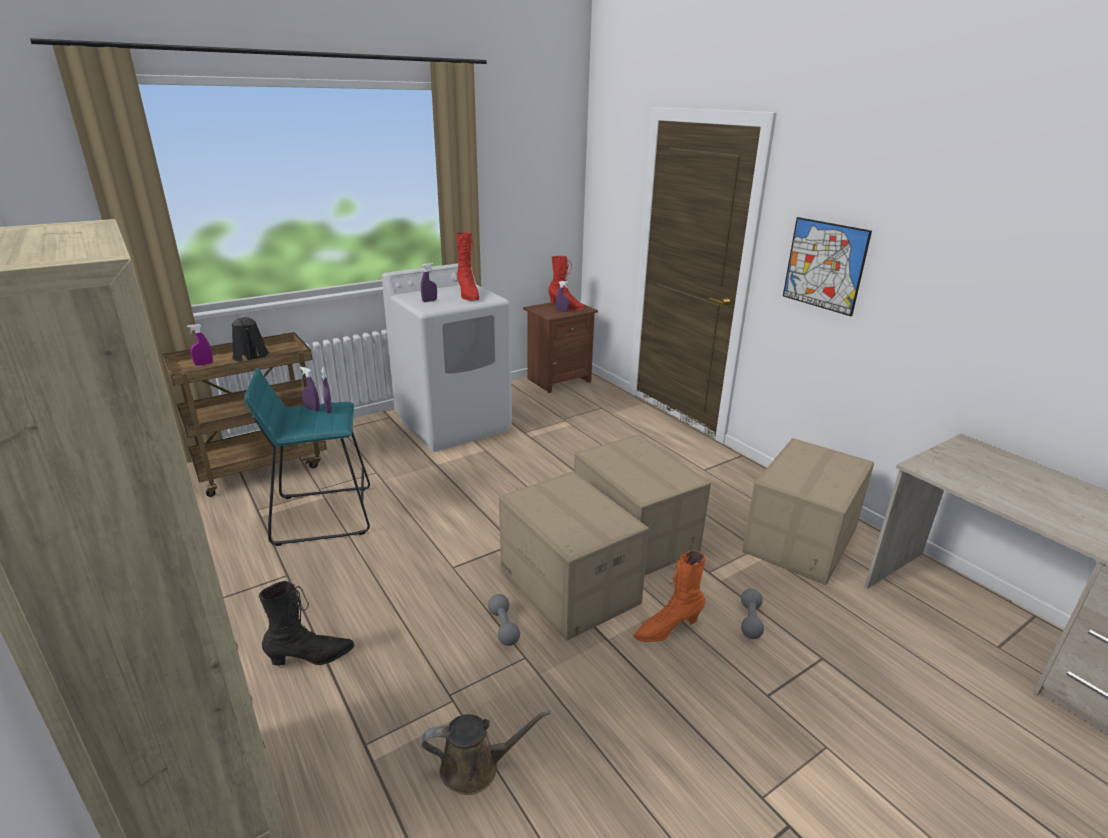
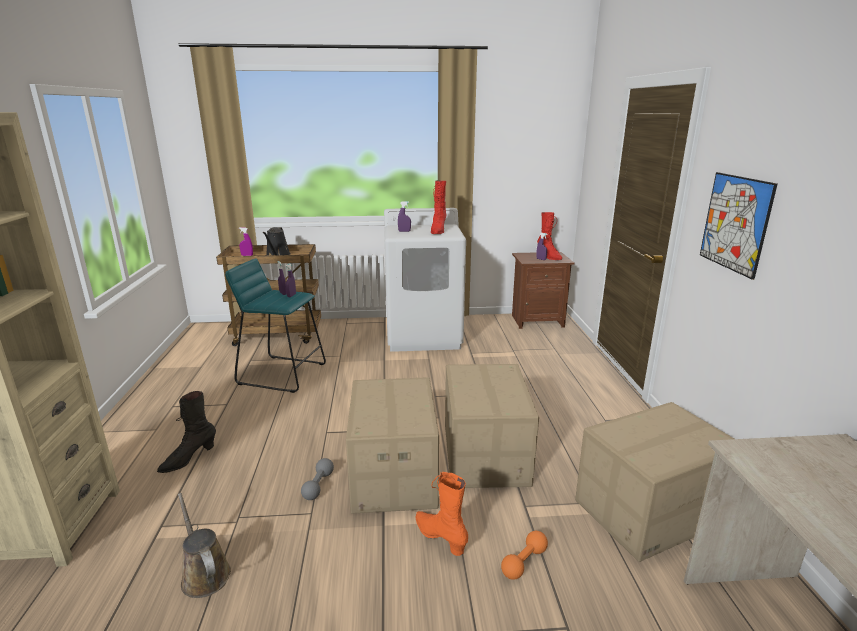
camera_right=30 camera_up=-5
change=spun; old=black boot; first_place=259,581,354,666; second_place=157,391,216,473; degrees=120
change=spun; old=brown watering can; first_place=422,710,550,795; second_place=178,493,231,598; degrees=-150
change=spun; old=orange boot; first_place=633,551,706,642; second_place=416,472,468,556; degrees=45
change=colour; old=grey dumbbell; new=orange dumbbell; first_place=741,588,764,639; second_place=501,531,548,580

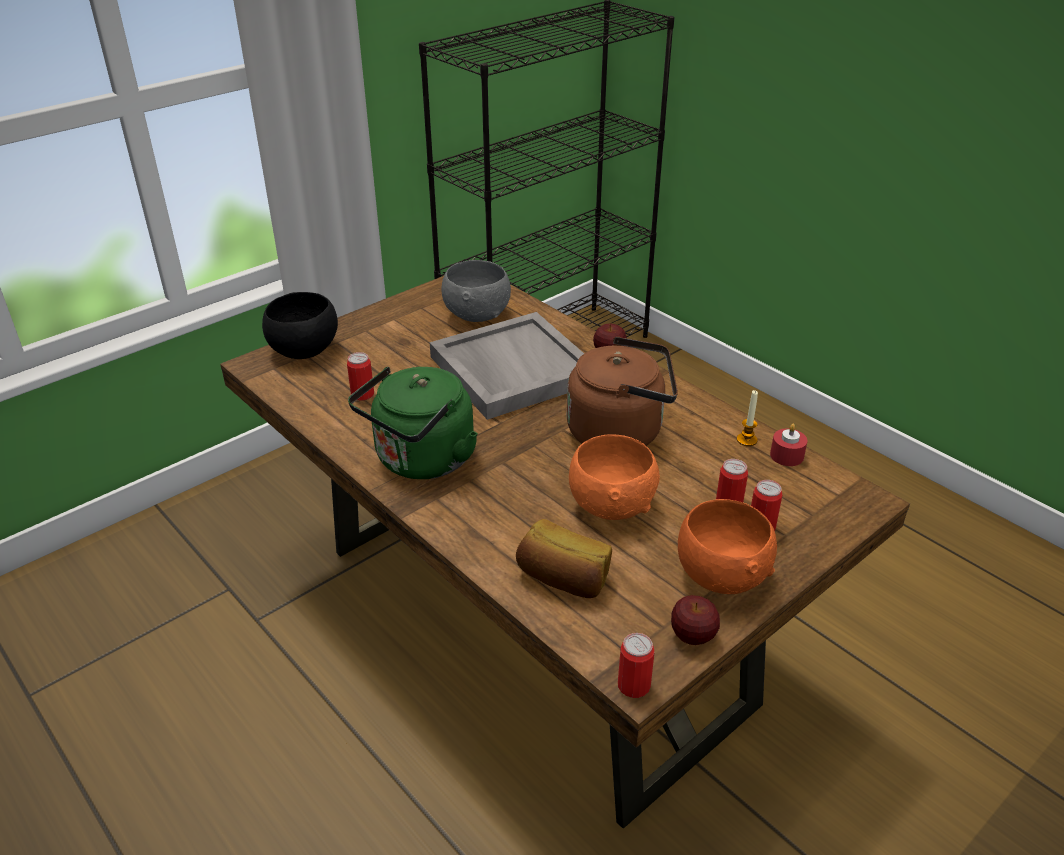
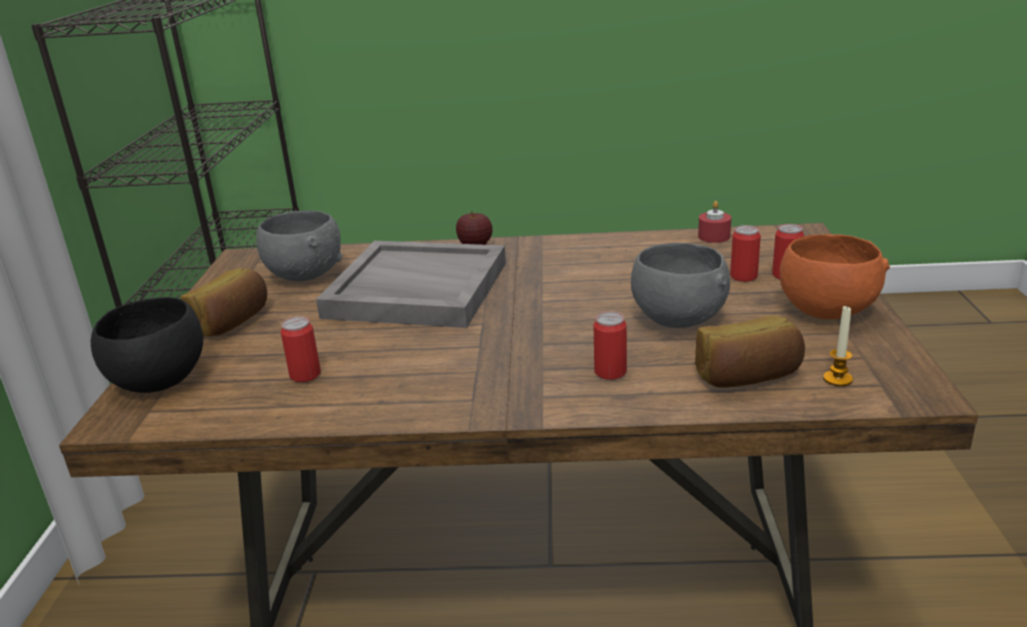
camera_right=-45 camera_up=-10
change=missing; old=green kettle; first_place=348,366,478,479
change=missing; old=brown kettle; first_place=567,337,678,446
change=colour; old=orange bowl; new=grey bowl; first_place=569,434,660,520; second_place=631,243,730,328
change=relocated; old=can; first_place=618,633,655,698; second_place=594,311,627,380
change=missing; old=apple; first_place=671,595,720,645
change=relocated; old=candle; first_place=737,390,758,446; second_place=823,305,853,386
change=appeared; new=bread; second_place=180,268,267,336

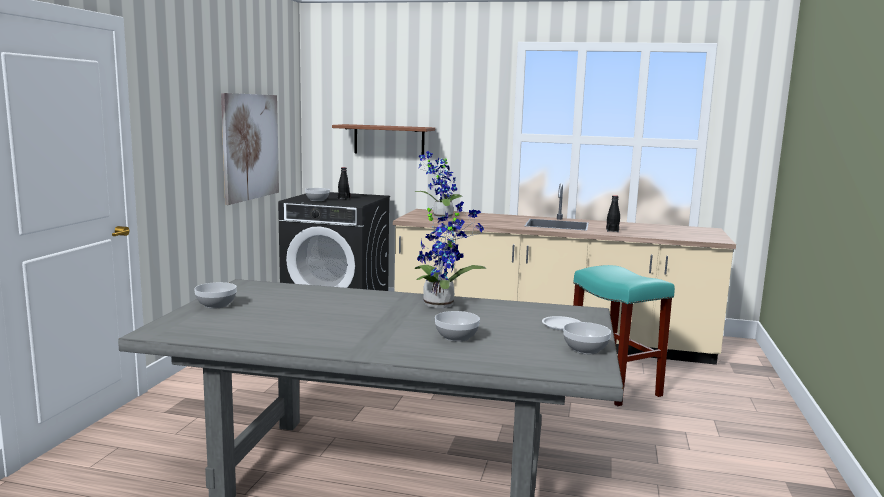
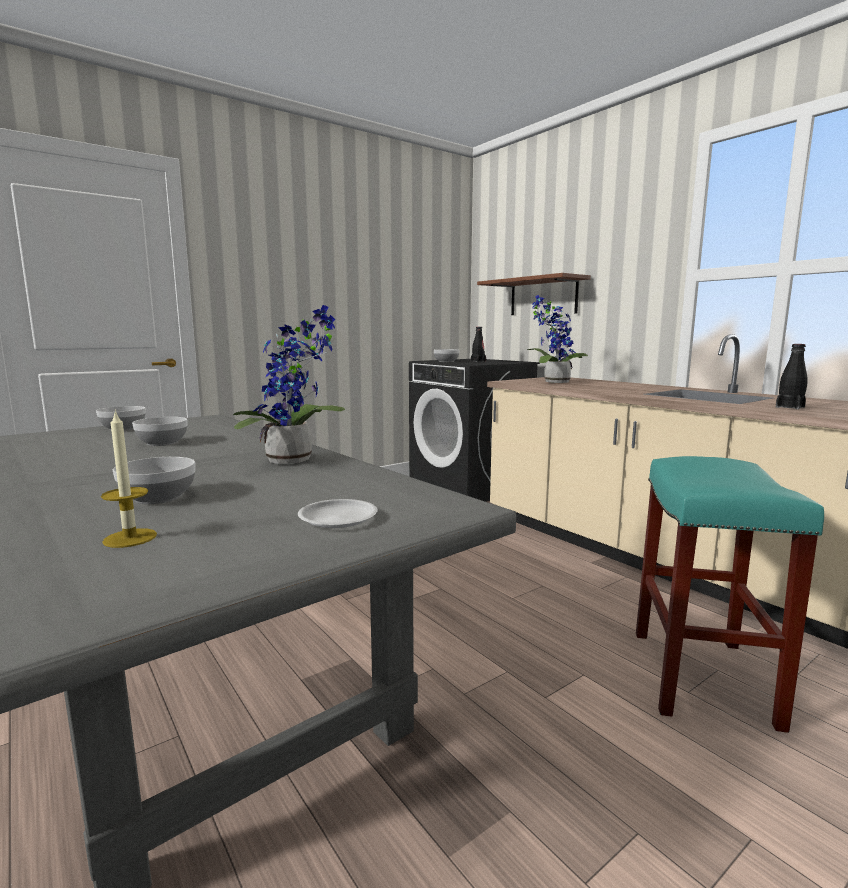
camera_right=40 camera_up=0
change=missing; old=picture; first_place=221,93,279,205
change=relocated; old=bowl; first_place=563,322,611,354; second_place=132,417,188,446
change=appeared; new=candle; second_place=101,410,157,548

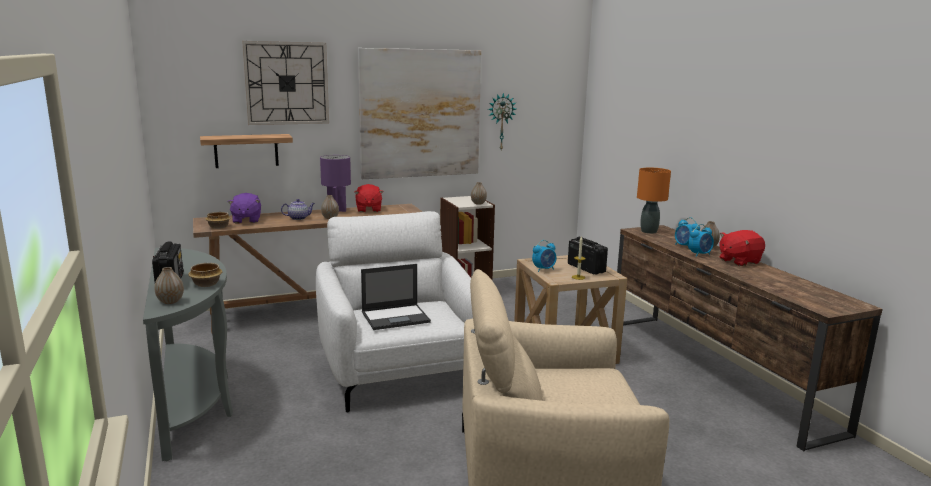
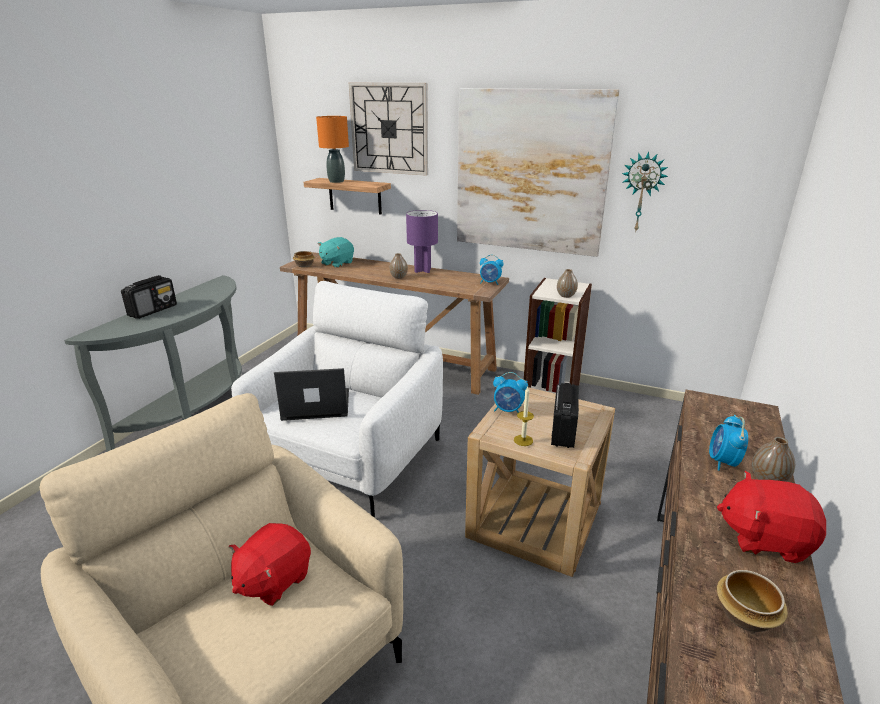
camera_right=45 camera_up=10
change=missing; old=vase; first_place=154,267,184,304
change=relocated; old=bowl; first_place=188,263,222,287; second_place=717,570,788,632
change=colour; old=purple plush toy; new=turquoise plush toy; first_place=228,193,261,224; second_place=318,237,354,268
change=missing; old=teapot; first_place=281,199,315,220
change=relocated; old=red plush toy; first_place=354,184,383,212; second_place=229,523,311,606
change=spun; old=laptop; first_place=361,264,431,330; second_place=274,368,349,421; degrees=150
change=relocated; old=orange table lamp; first_place=637,168,671,234; second_place=316,116,349,183
change=relocated; old=alarm clock; first_place=689,224,714,257; second_place=480,255,503,285

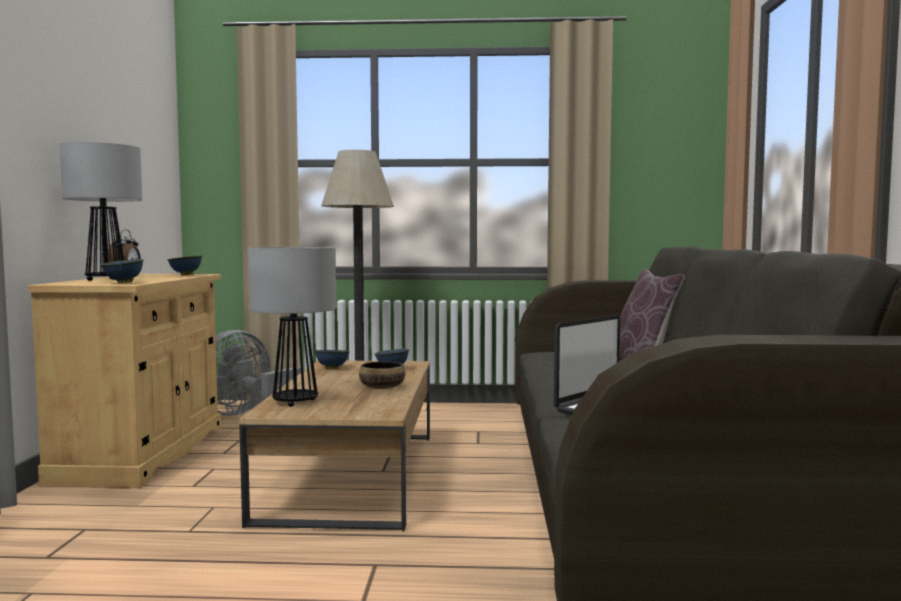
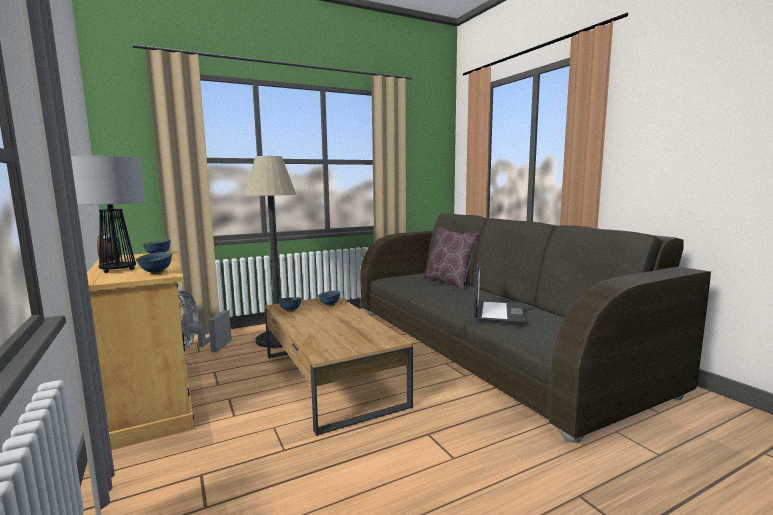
camera_right=-30 camera_up=5
change=missing; old=table lamp; first_place=248,247,336,407
change=missing; old=bowl; first_place=359,362,405,389

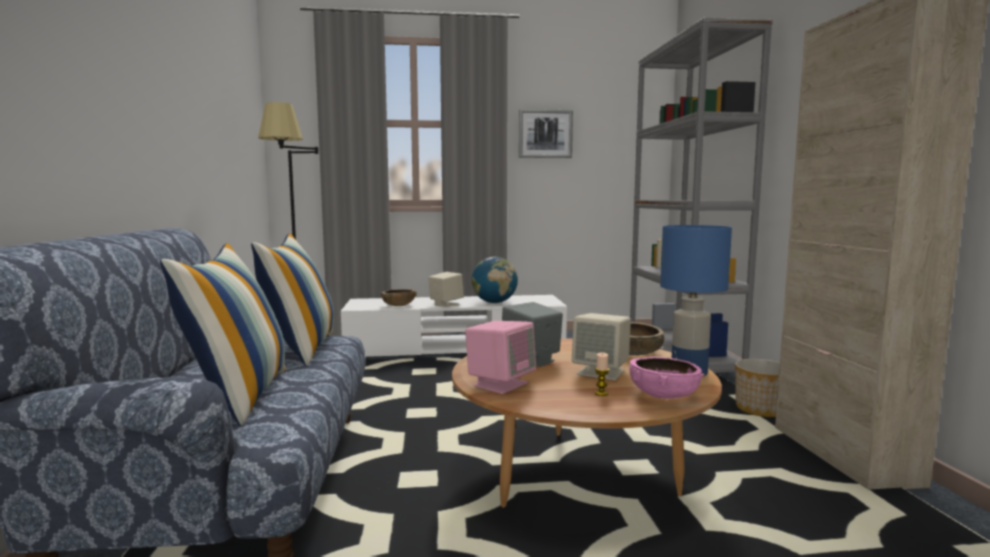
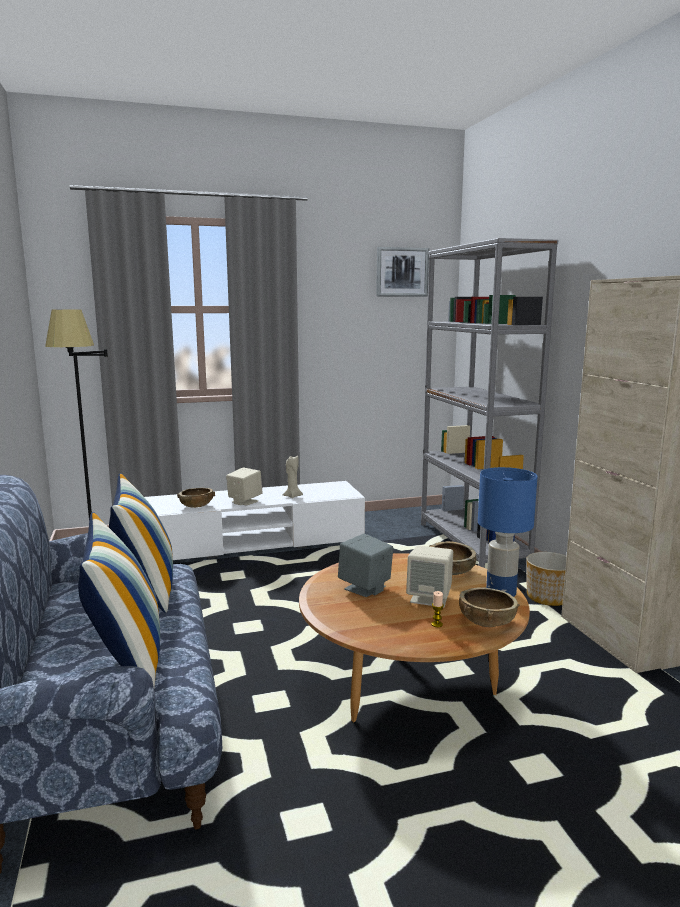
camera_right=-10 camera_up=5
change=missing; old=pink speaker; first_place=465,321,536,394
change=exchanged; old=globe; new=beige candle; first_place=471,257,518,303; second_place=283,456,303,498
change=relocated; old=picture; first_place=519,109,573,158; second_place=376,247,429,297
change=colour; old=pink bowl; new=brown bowl; first_place=629,357,705,399; second_place=459,587,520,627

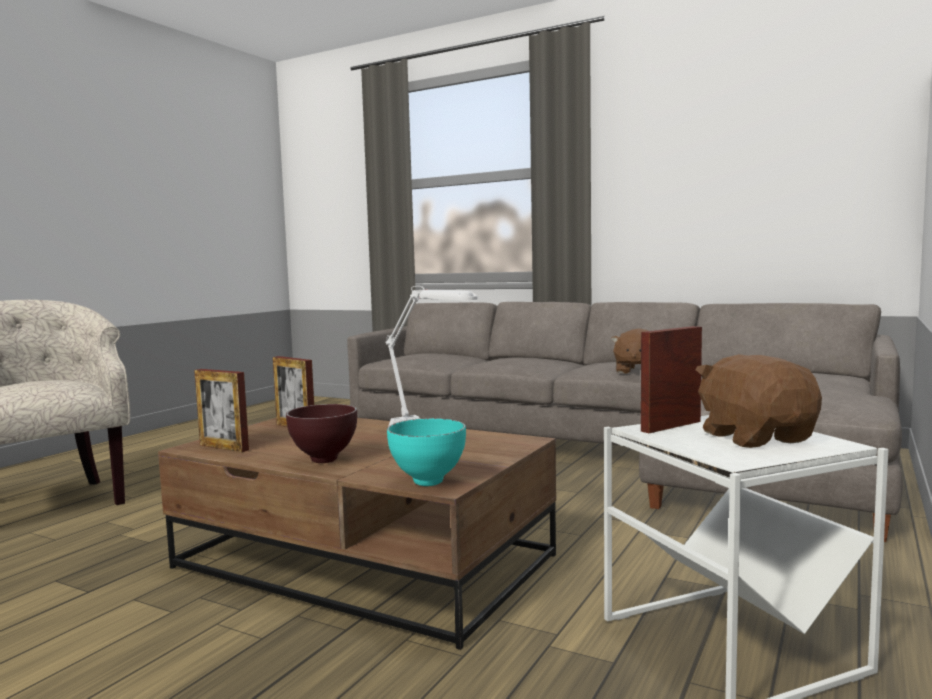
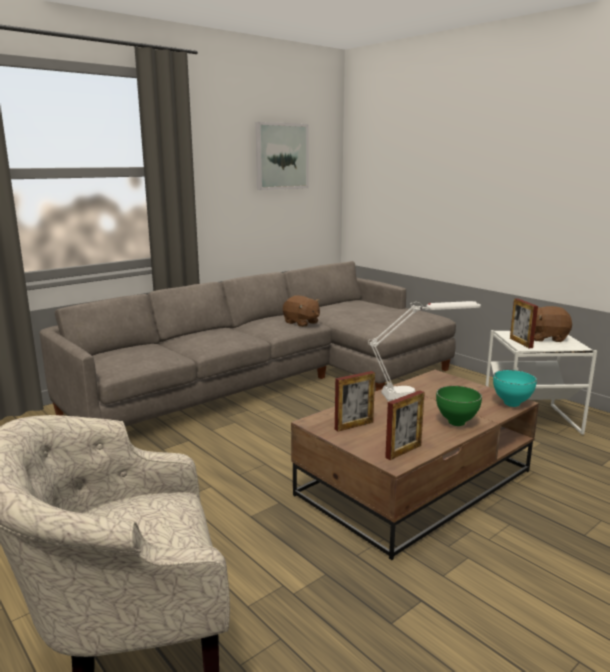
camera_right=-70 camera_up=10
change=colour; old=brown bowl; new=green bowl; first_place=286,404,357,463; second_place=436,386,482,426
change=appeared; new=picture; second_place=255,122,309,190

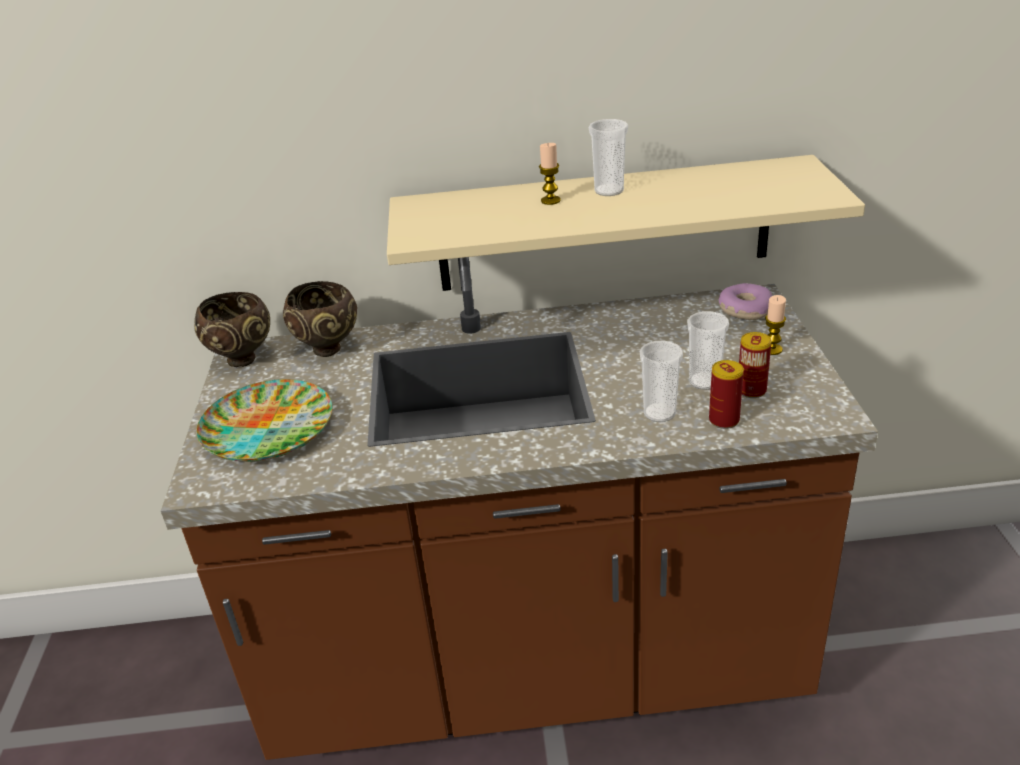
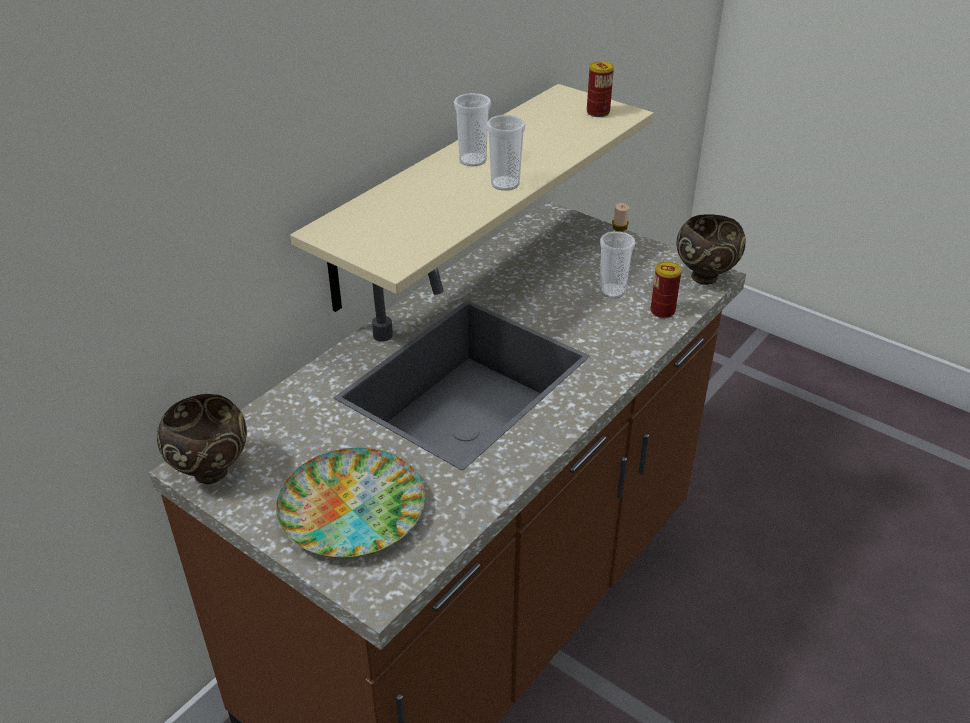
camera_right=-50 camera_up=5
change=relocated; old=brown bowl; first_place=283,281,357,357; second_place=676,214,746,285
change=missing; old=candle; first_place=539,143,561,205
change=relocated; old=cup; first_place=639,341,683,422; second_place=487,115,525,191
change=missing; old=donut; first_place=719,283,772,320
change=relocated; old=can; first_place=739,332,772,398; second_place=587,61,614,117

